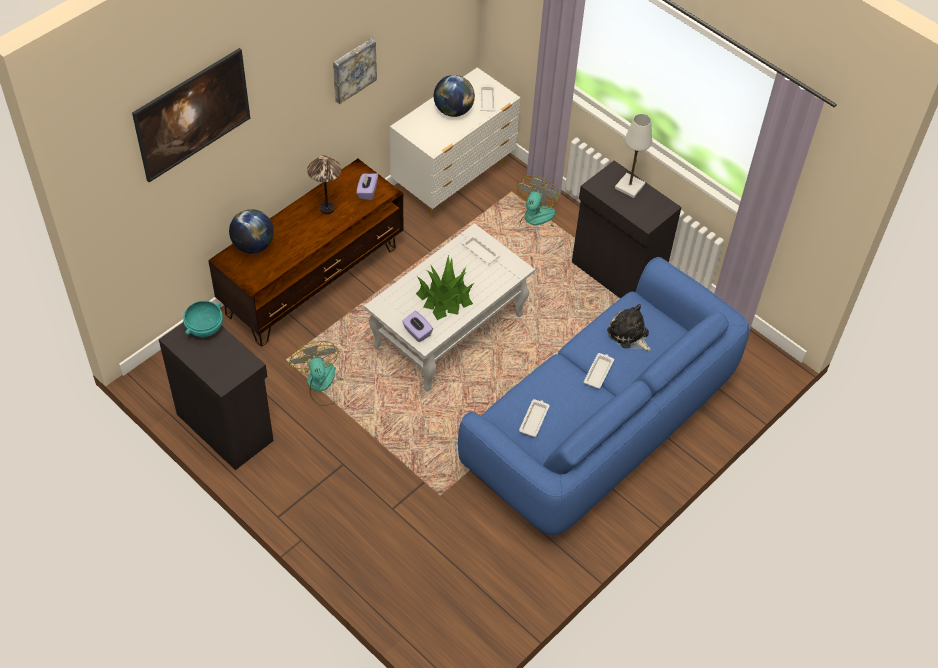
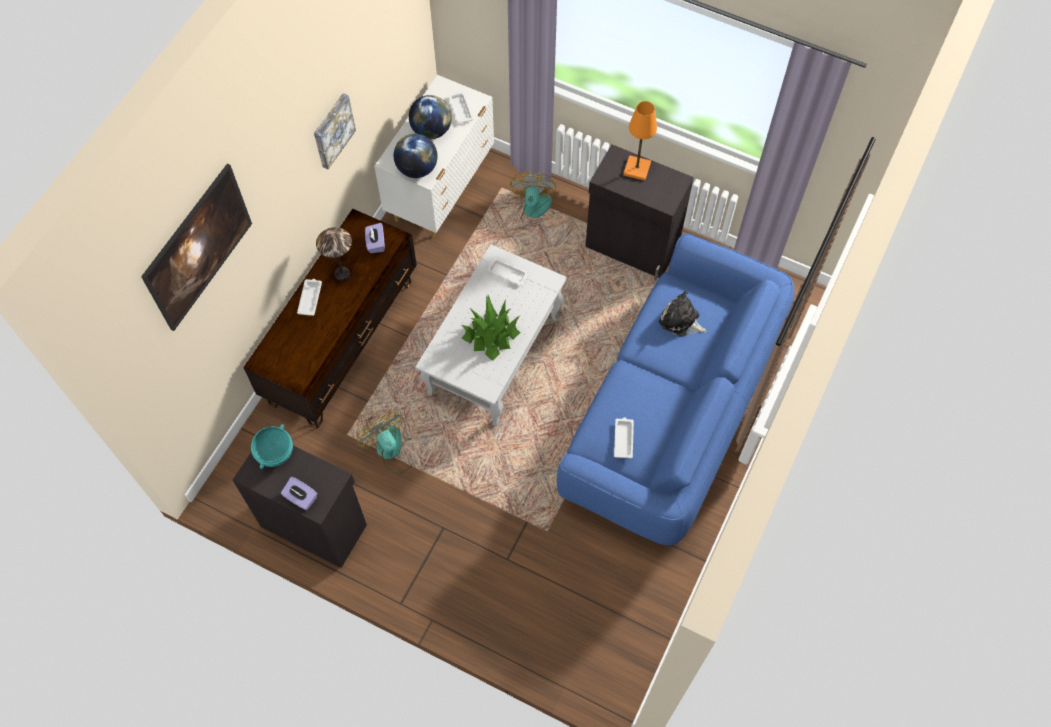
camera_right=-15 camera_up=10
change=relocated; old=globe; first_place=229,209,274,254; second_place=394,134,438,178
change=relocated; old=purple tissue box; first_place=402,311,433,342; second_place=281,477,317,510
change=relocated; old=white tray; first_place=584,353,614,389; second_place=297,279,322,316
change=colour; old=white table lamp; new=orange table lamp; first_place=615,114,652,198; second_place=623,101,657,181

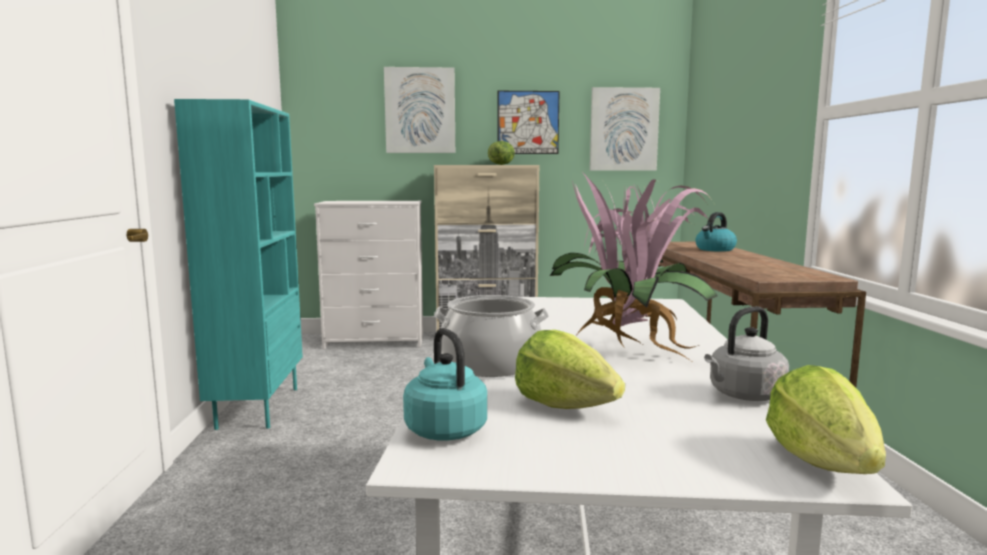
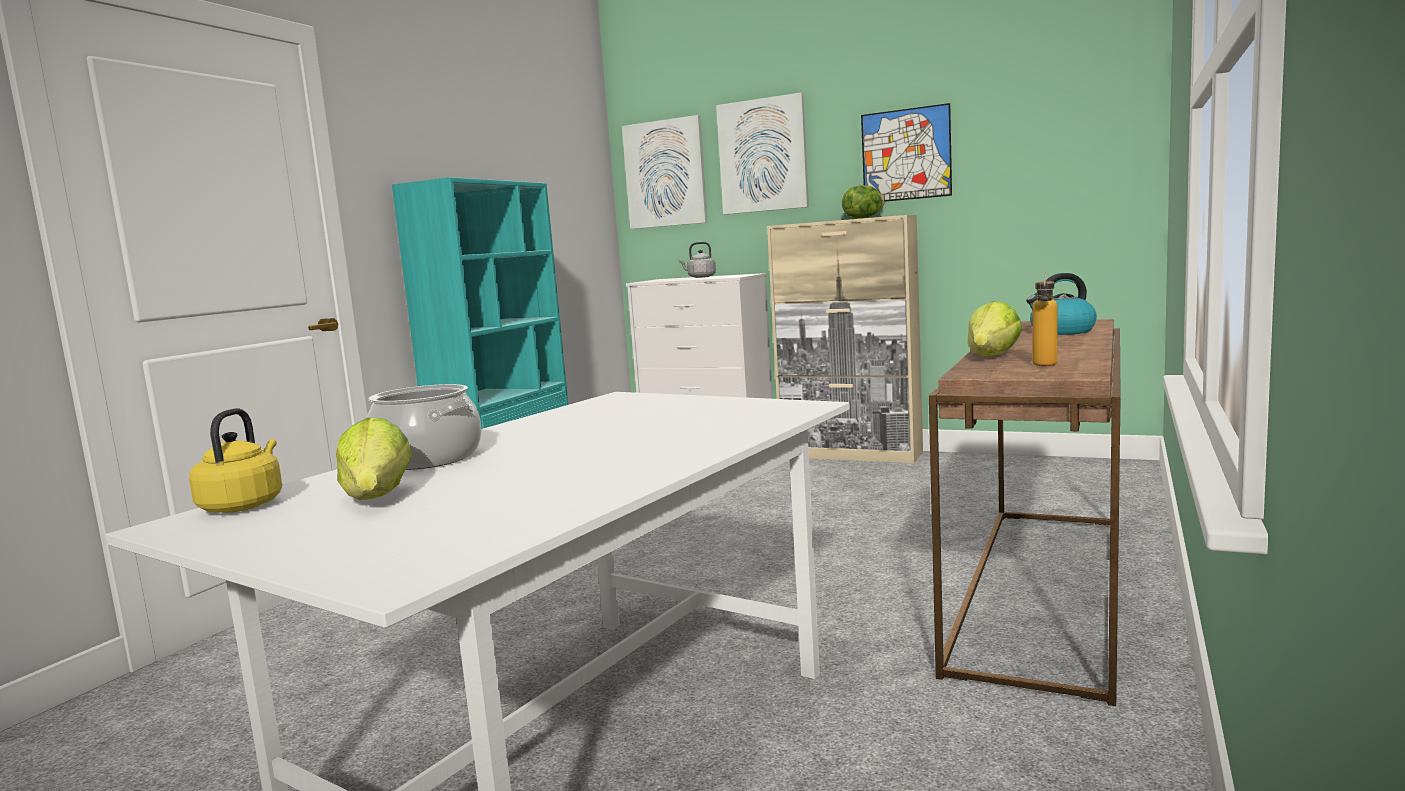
camera_right=30 camera_up=0
change=colour; old=turquoise kettle; new=yellow kettle; first_place=403,328,487,440; second_place=189,408,282,513
change=missing; old=potted plant; first_place=550,172,718,363
change=relocated; old=picture; first_place=590,87,660,170; second_place=622,115,708,229
change=relocated; old=grey kettle; first_place=704,306,789,401; second_place=679,242,716,278
change=relocated; old=lettuce; first_place=766,365,886,474; second_place=968,301,1022,356
change=appeared; new=bottle; second_place=1032,271,1058,366

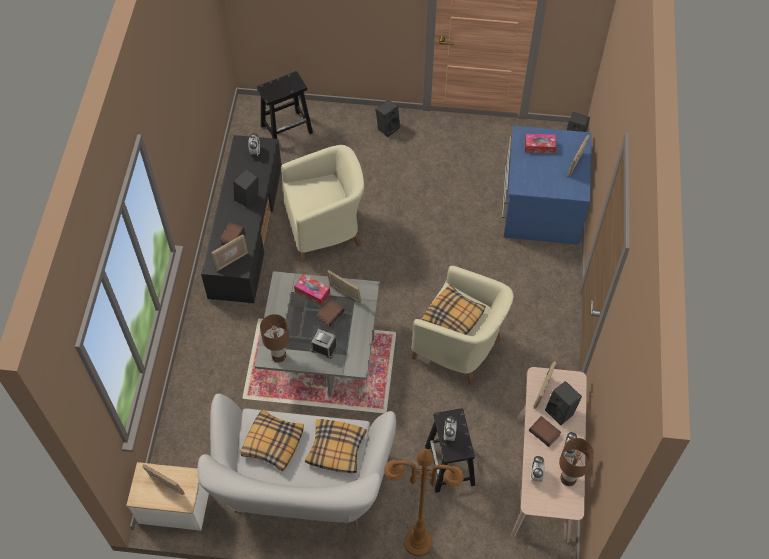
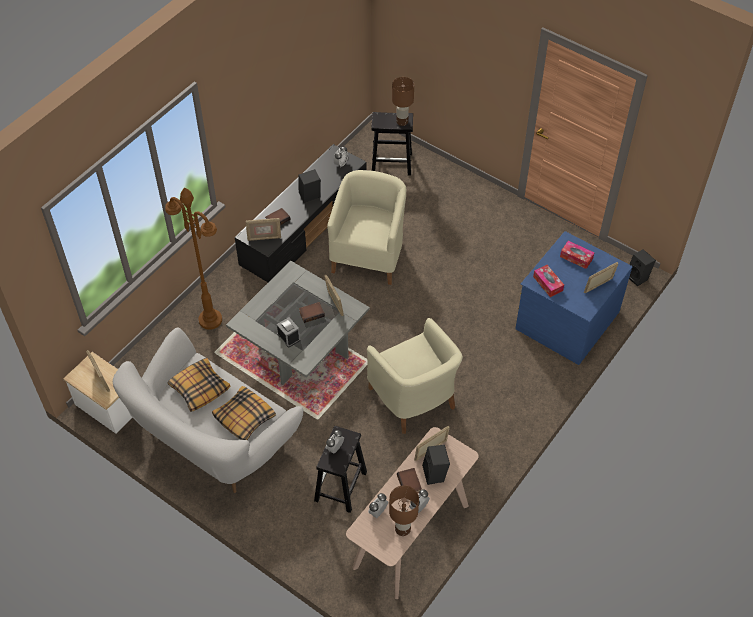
camera_right=30 camera_up=-5
change=relocated; old=brown table lamp; first_place=260,314,290,363; second_place=392,77,414,126
change=spun; old=beige armchair; first_place=281,145,364,263; second_place=327,170,406,285; degrees=-90
change=relocated; old=tissue box; first_place=294,274,330,305; second_place=533,265,564,297
change=missing; old=black speaker; first_place=376,99,400,137
change=relocated; old=brown floor lamp; first_place=384,449,464,556; second_place=165,188,222,330
change=missing; old=pillow; first_place=422,285,485,335

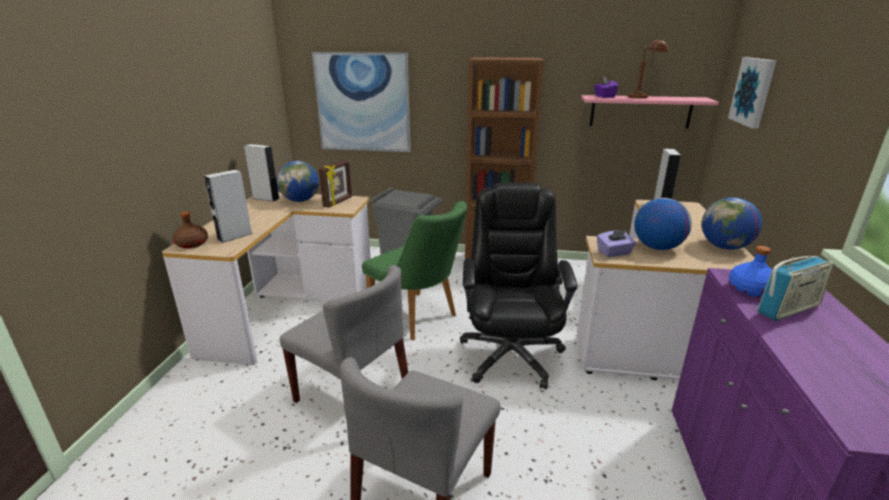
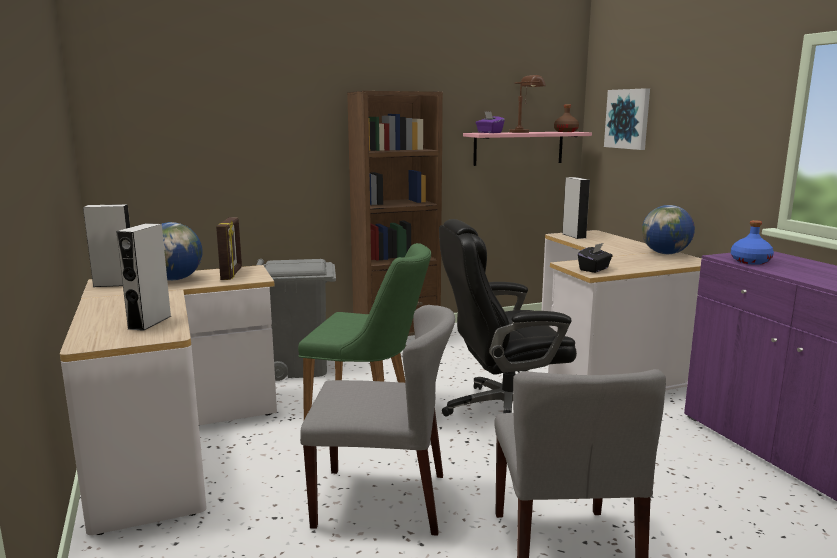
camera_right=-30 camera_up=-10
change=relocated; old=brown bottle; first_place=173,211,208,248; second_place=554,105,579,132
change=missing; old=picture; first_place=312,52,411,152
change=spun; old=black office chair; first_place=460,182,578,389; second_place=439,219,577,417; degrees=-75
change=colour; old=purple tissue box; new=black tissue box; first_place=597,230,636,257; second_place=578,243,613,273
change=missing; old=globe; first_place=634,198,692,250
change=missing; old=radio; first_place=757,256,834,321

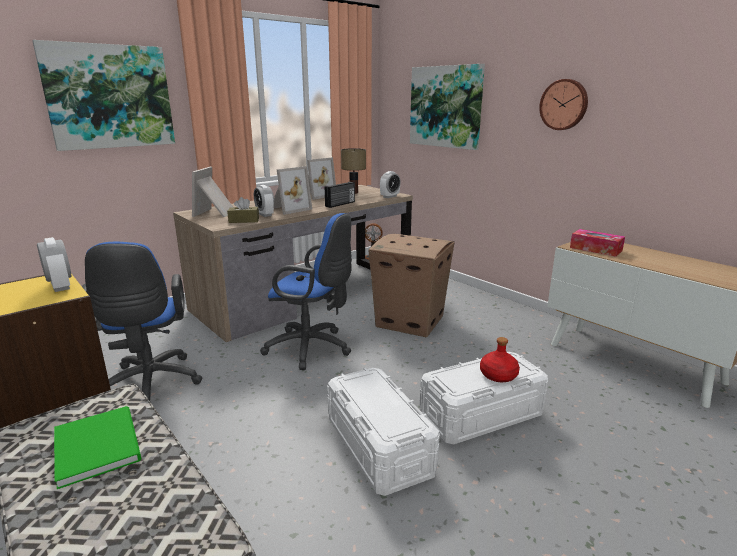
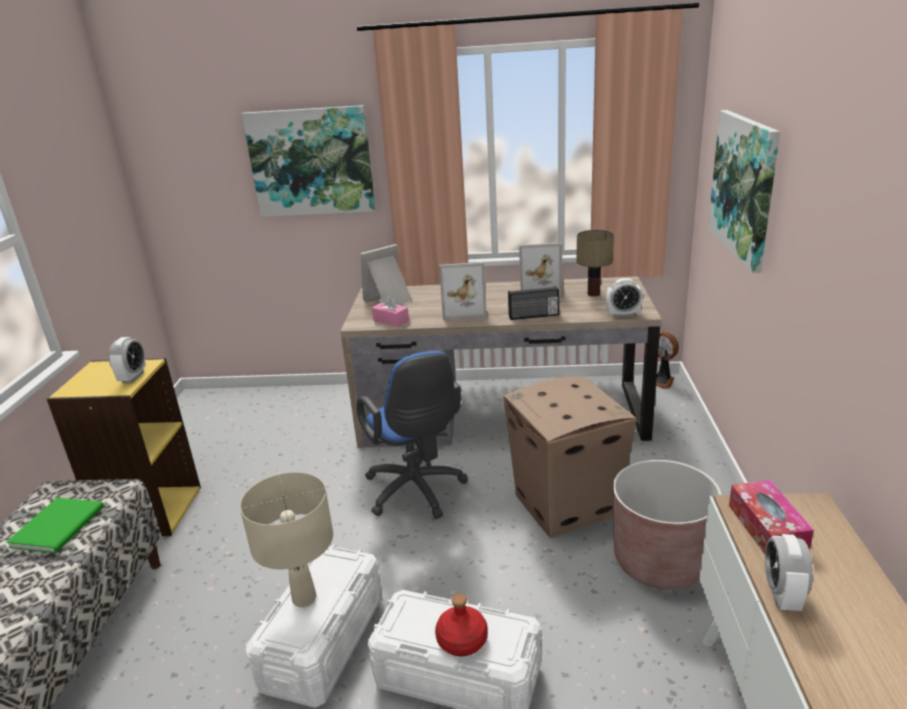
camera_right=45 camera_up=5
change=missing; old=blue office chair; first_place=82,242,202,401
change=colour; old=brown tissue box; new=pink tissue box; first_place=227,197,259,223; second_place=372,295,409,327
change=relocated; old=alarm clock; first_place=254,185,274,217; second_place=765,534,813,611
change=missing; old=wall clock; first_place=539,79,588,130
change=appeared; new=beige table lamp; second_place=240,472,333,607
change=appeared; new=brown planter; second_place=613,460,722,589

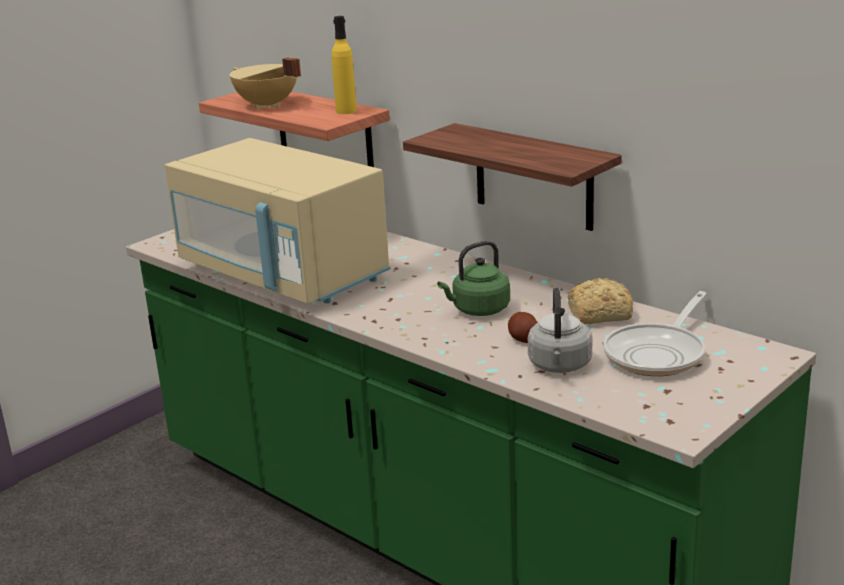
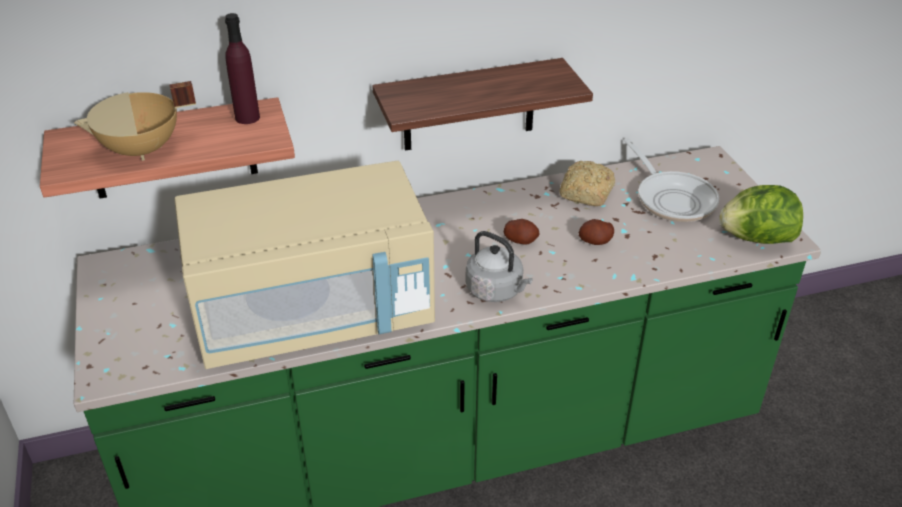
camera_right=-60 camera_up=15
change=colour; old=yellow bottle; new=purple bottle; first_place=332,16,357,114; second_place=225,13,260,124
change=exchanged; old=green kettle; new=potato; first_place=437,241,510,316; second_place=504,219,540,245
change=relocated; old=grey kettle; first_place=528,287,592,373; second_place=466,231,533,302
change=appeared; new=lettuce; second_place=719,185,803,244

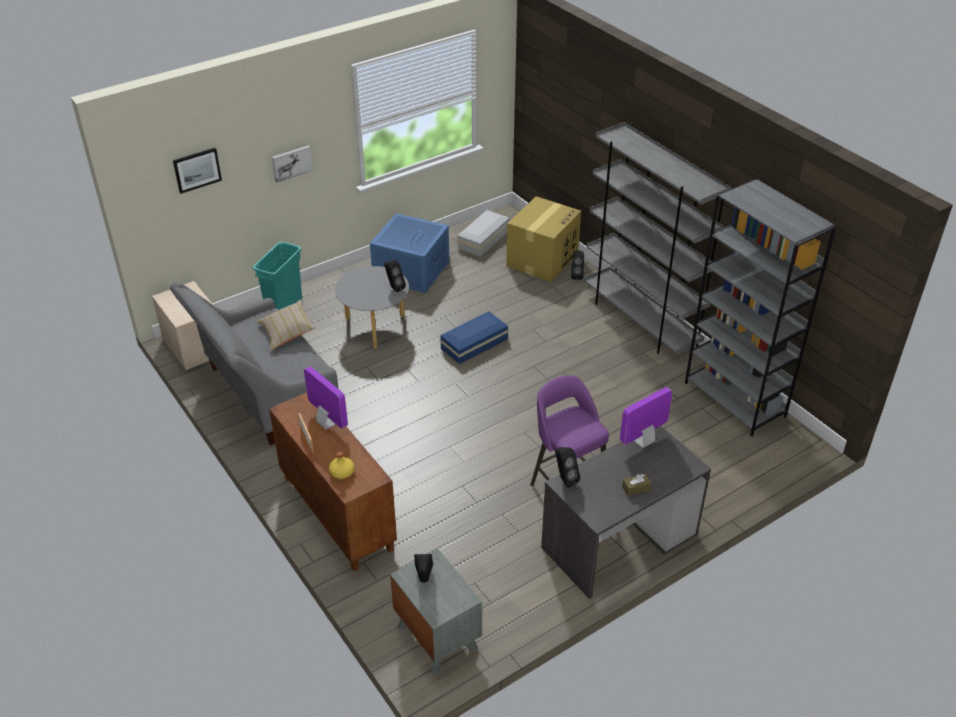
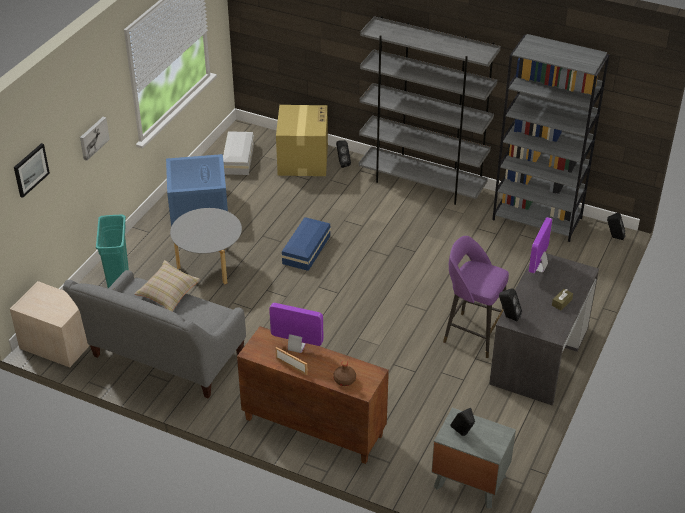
camera_right=-30 camera_up=0
change=colour; old=yellow bottle; new=brown bottle; first_place=329,451,354,479; second_place=333,361,356,386
change=relocated; old=black speaker; first_place=384,260,406,292; second_place=607,213,626,240

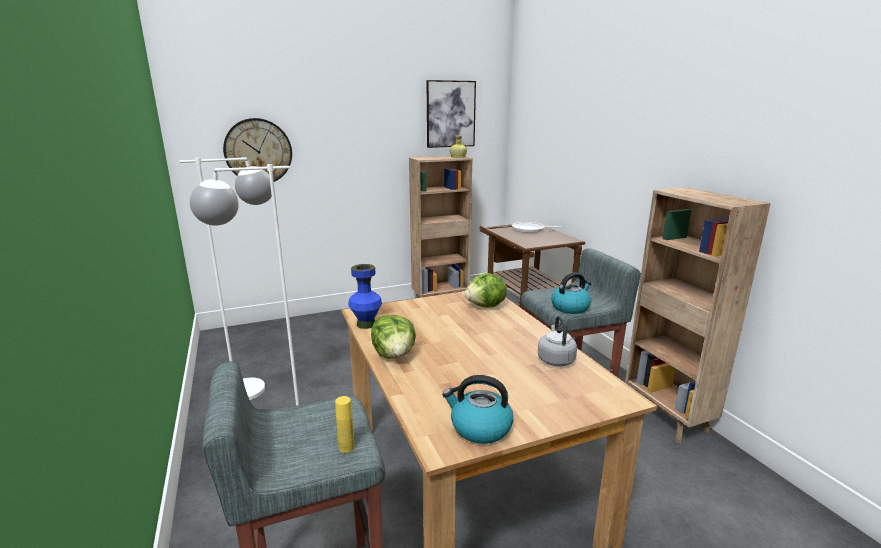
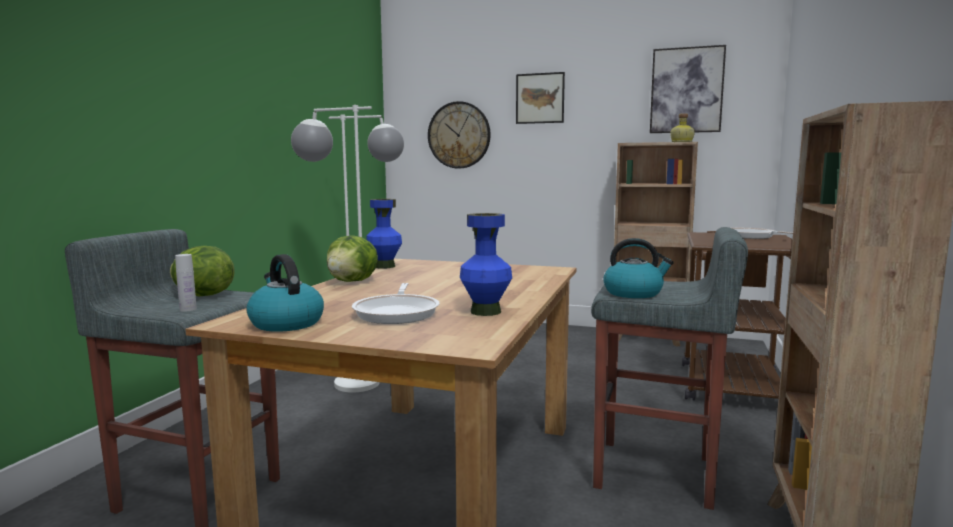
camera_right=40 camera_up=-10
change=colour; old=yellow bottle; new=white bottle; first_place=335,396,354,453; second_place=175,254,197,312
change=relocated; old=lettuce; first_place=464,273,507,307; second_place=170,246,235,297
change=exchanged; old=grey kettle; new=blue vase; first_place=538,316,577,366; second_place=460,213,512,316
change=appeared; new=frying pan; second_place=352,283,440,324
change=appeared; new=picture; second_place=516,72,565,124

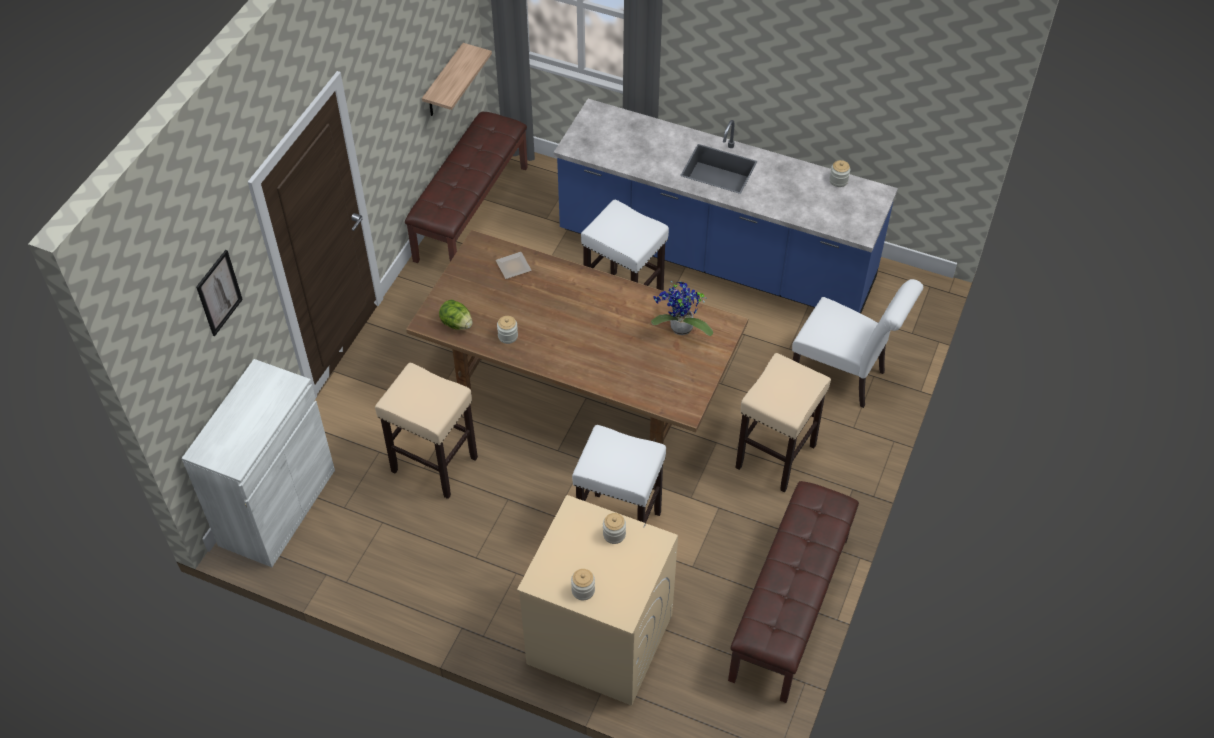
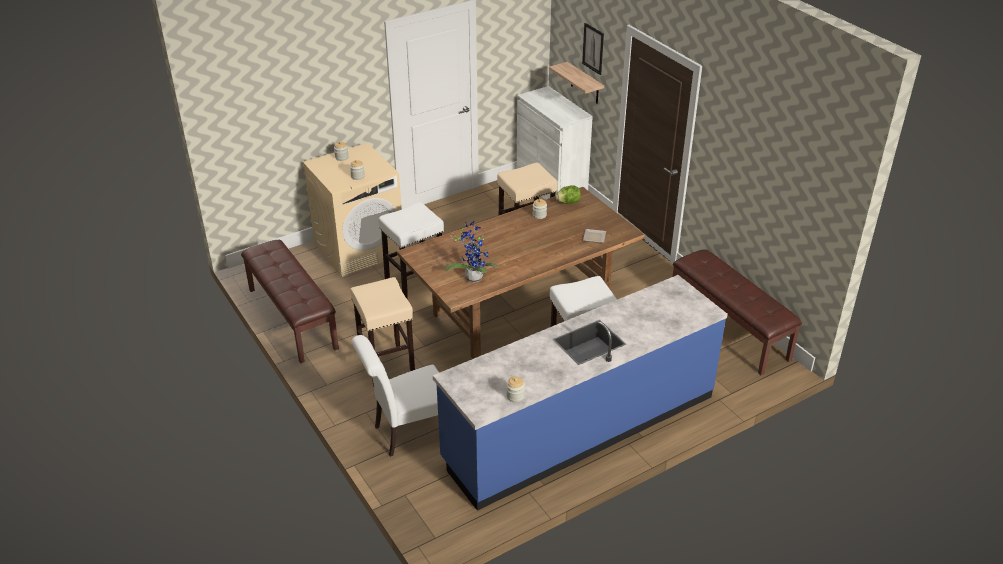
camera_right=125 camera_up=-15
change=relocated; old=shelf; first_place=422,43,492,116; second_place=549,62,604,104

